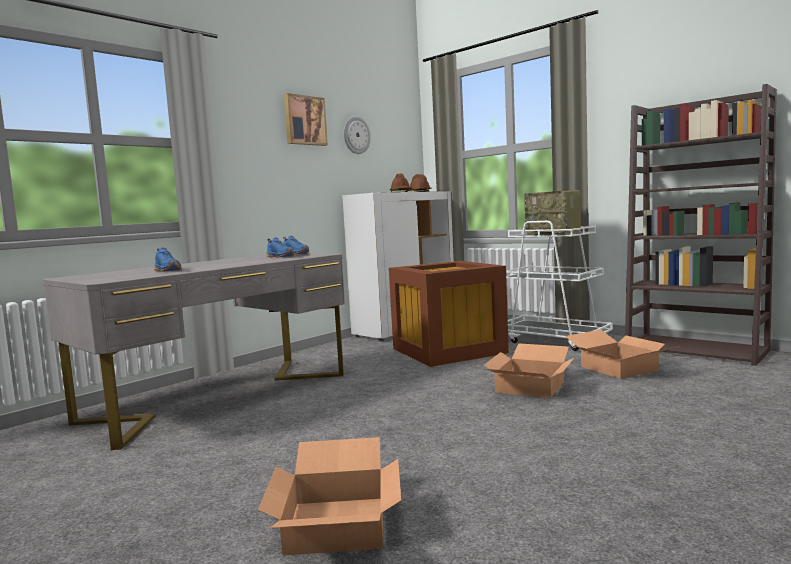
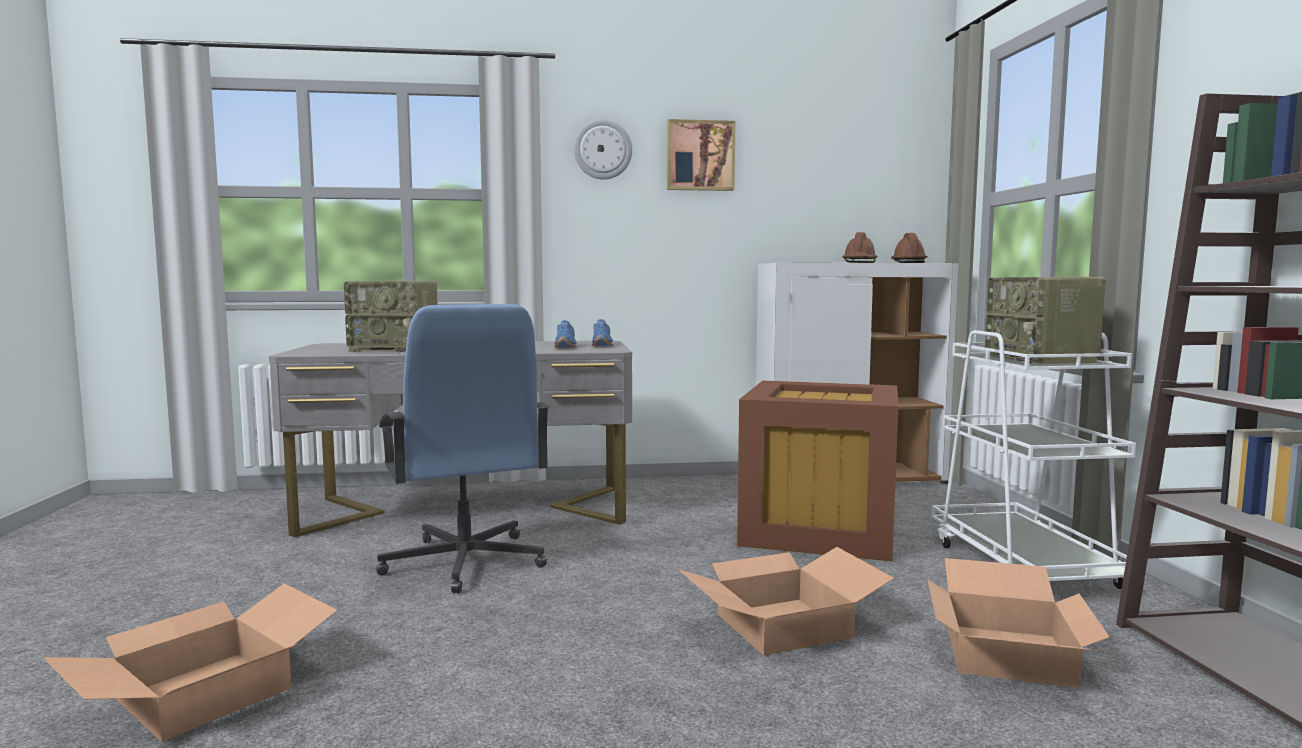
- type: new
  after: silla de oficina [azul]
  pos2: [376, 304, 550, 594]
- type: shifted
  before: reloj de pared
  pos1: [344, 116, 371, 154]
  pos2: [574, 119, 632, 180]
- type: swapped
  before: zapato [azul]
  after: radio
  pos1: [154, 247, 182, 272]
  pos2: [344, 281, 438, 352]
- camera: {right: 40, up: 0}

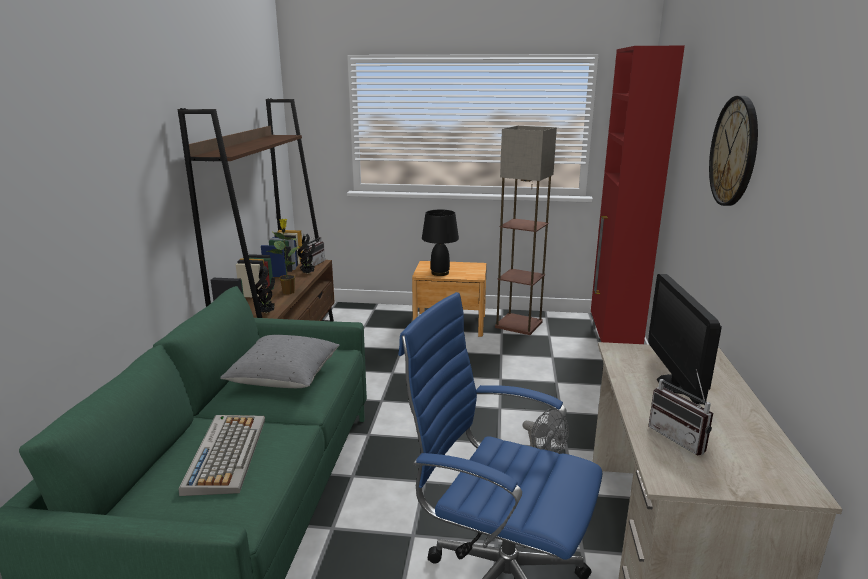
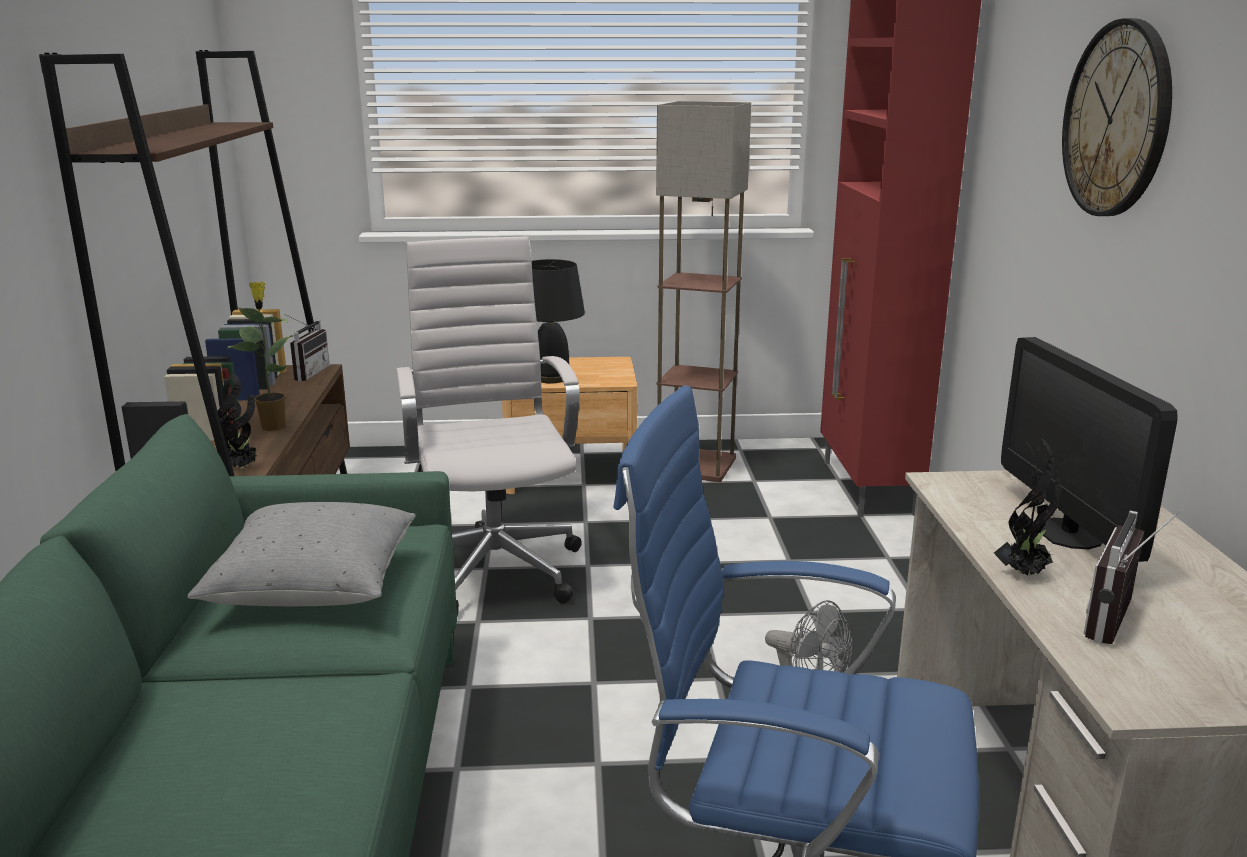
- type: gone
  before: teclado
  pos1: [178, 415, 265, 496]
- type: new
  after: silla de oficina [blanco]
  pos2: [396, 236, 582, 617]
- type: shifted
  before: planta en maceta
  pos1: [297, 234, 315, 274]
  pos2: [994, 437, 1061, 576]
- type: rotated
  before: radio
  pos1: [648, 369, 713, 455]
  pos2: [1083, 510, 1181, 644]
  turn: 75
- camera: {right: -10, up: 0}

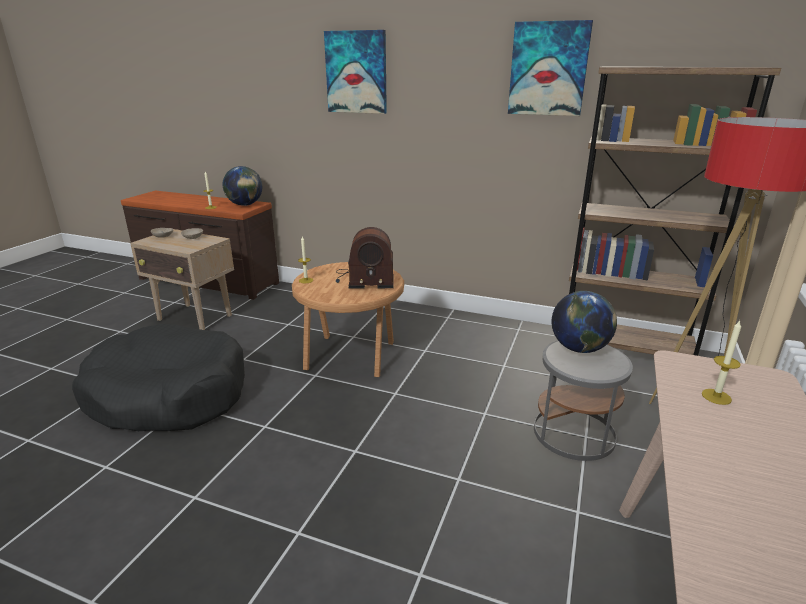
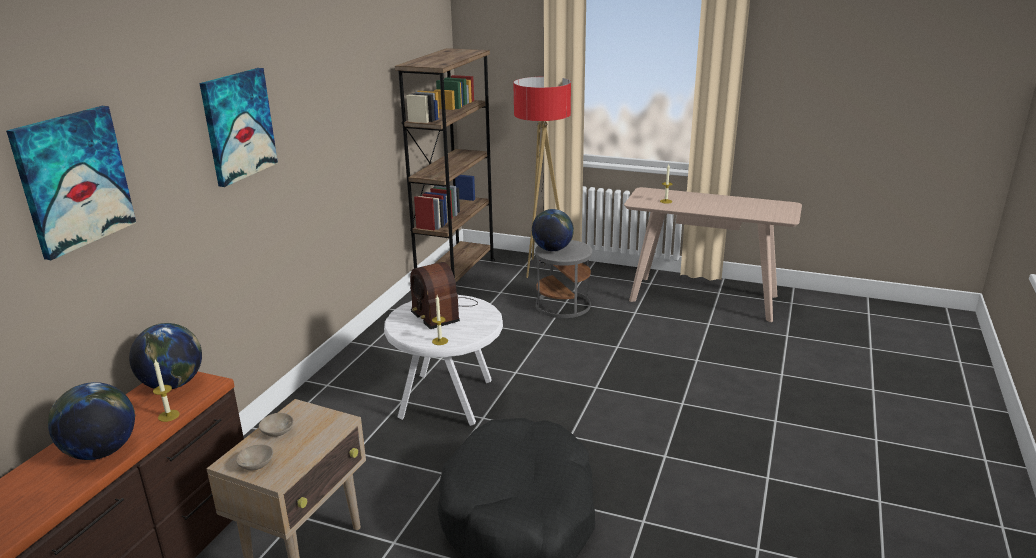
- type: new
  after: globo terráqueo
  pos2: [48, 382, 135, 460]
- type: shifted
  before: cuadro
  pos1: [508, 20, 593, 116]
  pos2: [6, 106, 136, 260]
- type: repainted
  before: mesa auxiliar [marrón]
  after: mesa auxiliar [blanco]
  pos1: [292, 262, 404, 377]
  pos2: [384, 295, 503, 426]
- type: rotated
  before: radio
  pos1: [336, 227, 393, 289]
  pos2: [410, 262, 478, 329]
  turn: 150
- camera: {right: -90, up: 0}

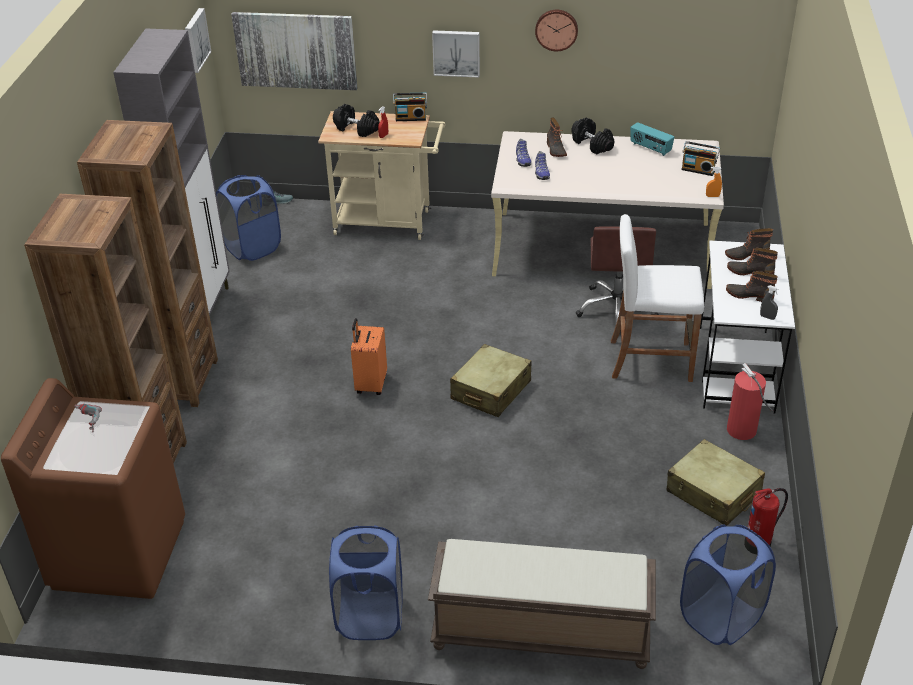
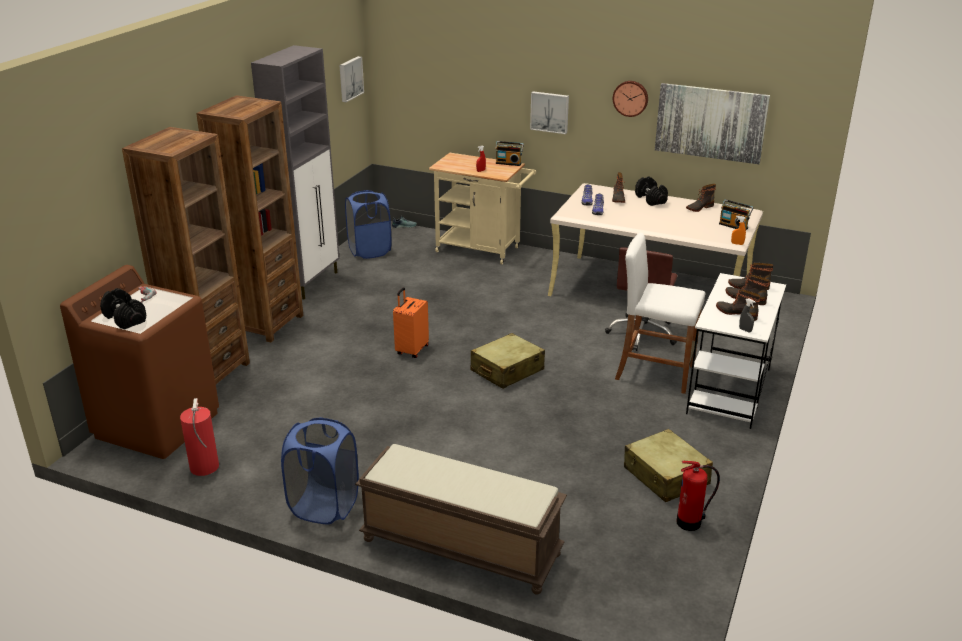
- type: gone
  before: cesto de la ropa [azul]
  pos1: [680, 525, 776, 645]
- type: shifted
  before: cuadro
  pos1: [231, 12, 357, 90]
  pos2: [655, 83, 770, 164]
- type: shifted
  before: mancuerna [negro]
  pos1: [333, 104, 379, 137]
  pos2: [100, 288, 146, 330]
- type: shifted
  before: extintor
  pos1: [727, 363, 774, 440]
  pos2: [180, 398, 219, 476]
- type: swapped
  before: radio
  after: bota
  pos1: [630, 122, 674, 156]
  pos2: [686, 184, 716, 212]
- camera: {right: 15, up: -10}

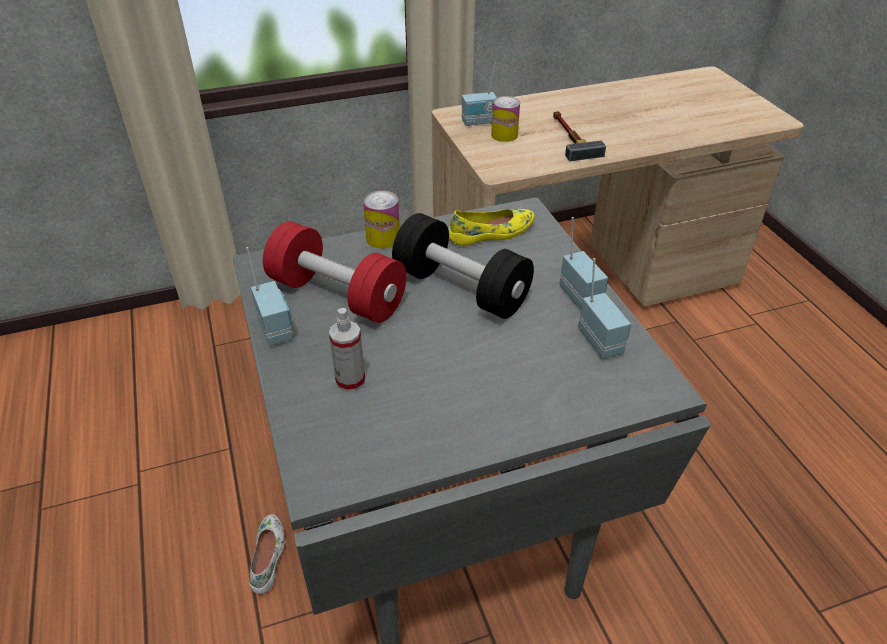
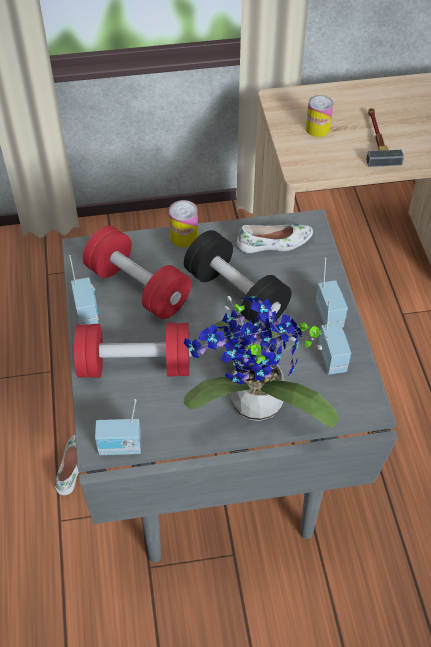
- type: new
  after: planta en maceta
  pos2: [184, 296, 338, 427]
- type: shifted
  before: radio
  pos1: [462, 63, 497, 126]
  pos2: [95, 399, 141, 455]
- type: swapped
  before: pulverizador
  after: mancuerna [rojo]
  pos1: [329, 308, 365, 392]
  pos2: [74, 323, 192, 378]
- type: repainted
  before: zapato [amarillo]
  after: zapato [blanco]
  pos1: [449, 209, 535, 246]
  pos2: [237, 224, 313, 253]
- camera: {right: 10, up: 10}

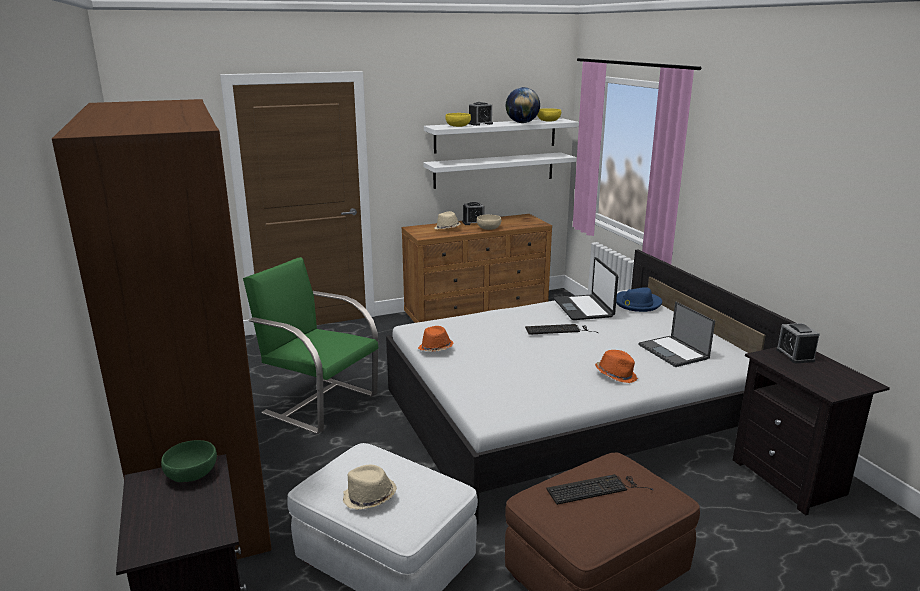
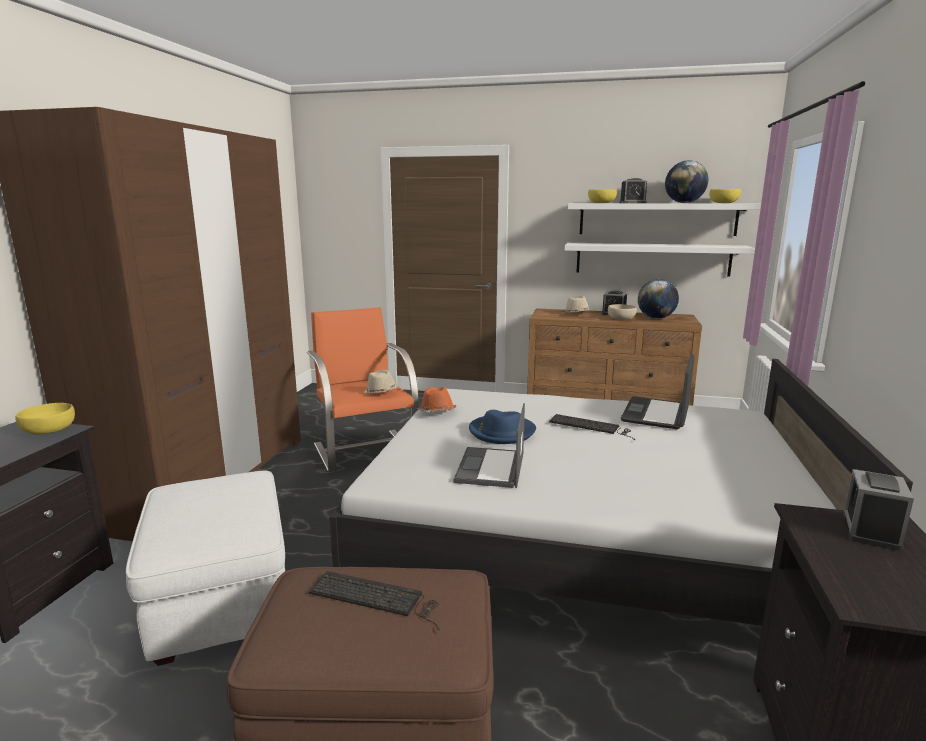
- type: gone
  before: sombrero [naranja]
  pos1: [595, 350, 638, 383]
- type: new
  after: globo terráqueo
  pos2: [638, 279, 679, 319]
- type: shifted
  before: sombrero [beis]
  pos1: [343, 465, 397, 510]
  pos2: [363, 370, 398, 394]
- type: shifted
  before: sombrero [azul]
  pos1: [616, 287, 662, 312]
  pos2: [469, 410, 536, 444]
- type: shifted
  before: portátil
  pos1: [639, 301, 715, 367]
  pos2: [454, 403, 525, 488]
- type: repainted
  before: cuenco [verde]
  after: cuenco [amarillo]
  pos1: [161, 440, 217, 482]
  pos2: [16, 403, 75, 435]
- type: repainted
  before: sillón [verde]
  after: sillón [naranja]
  pos1: [243, 257, 378, 434]
  pos2: [307, 307, 418, 472]
- camera: {right: 35, up: -5}

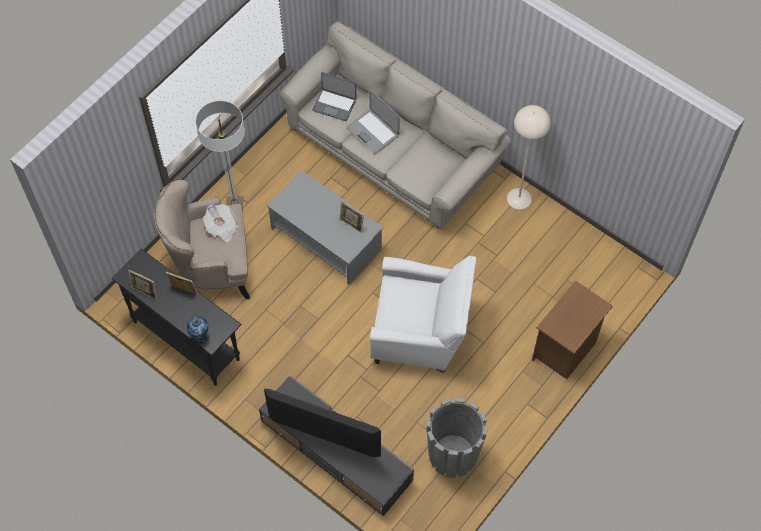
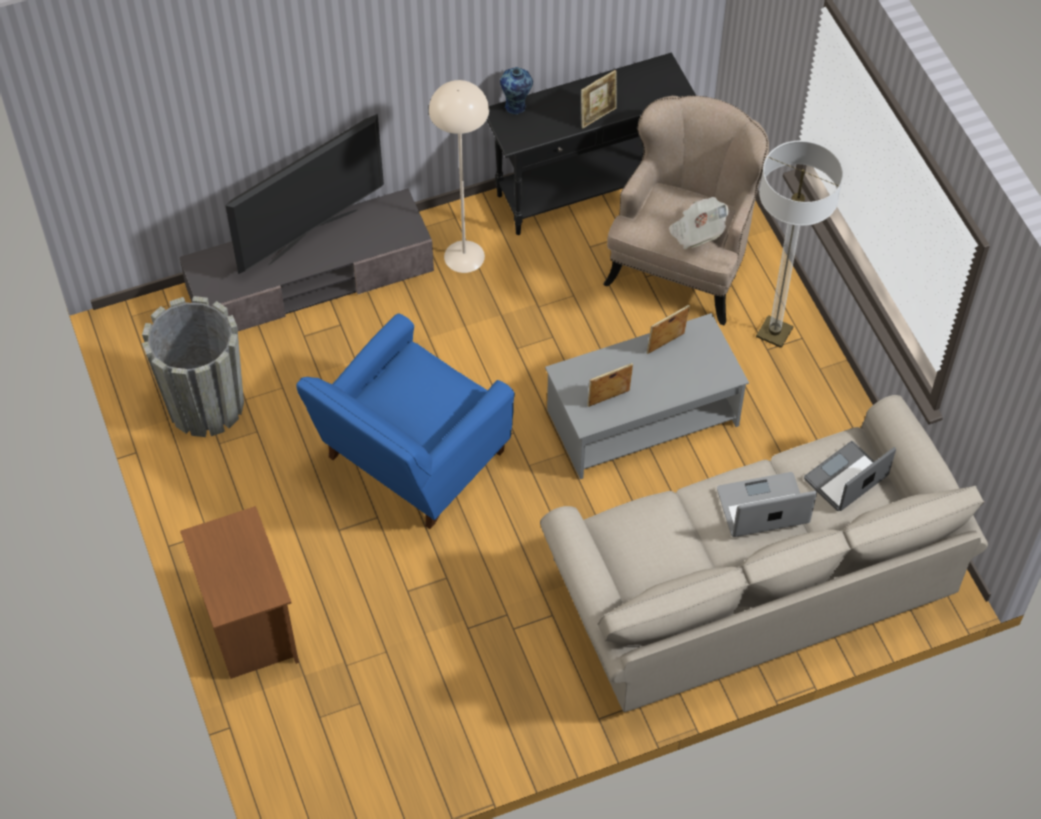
- type: shifted
  before: portarretratos
  pos1: [128, 270, 157, 300]
  pos2: [647, 305, 690, 354]
- type: shifted
  before: lámpara de pie [beis]
  pos1: [507, 105, 551, 209]
  pos2: [429, 80, 489, 273]
- type: repainted
  before: sillón [blanco]
  after: sillón [azul]
  pos1: [370, 256, 476, 373]
  pos2: [296, 313, 515, 529]
- camera: {right: 120, up: -5}

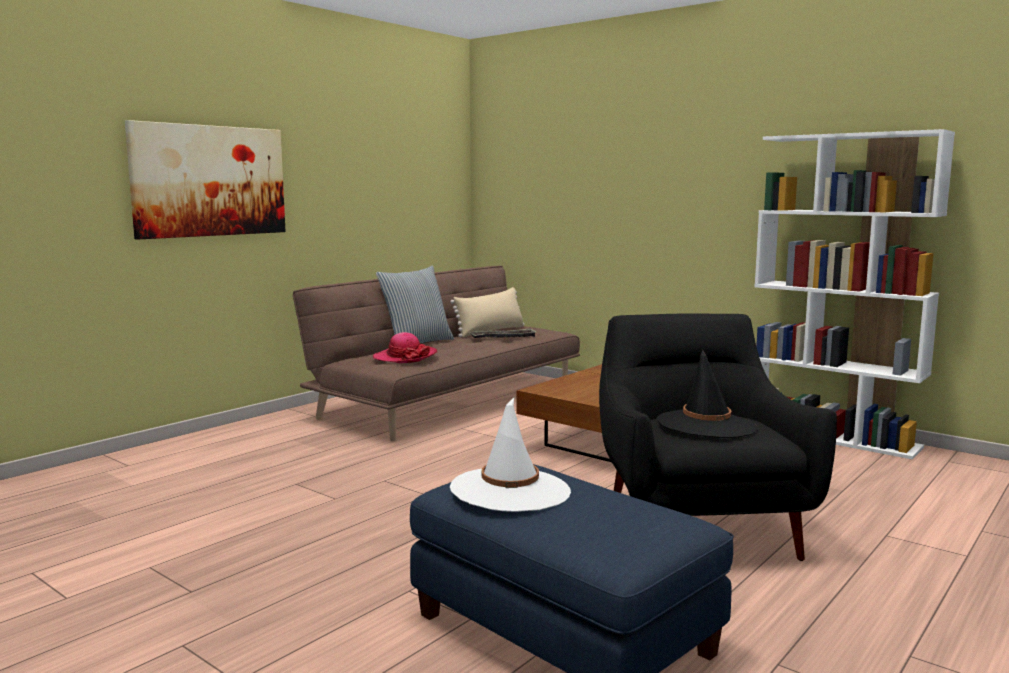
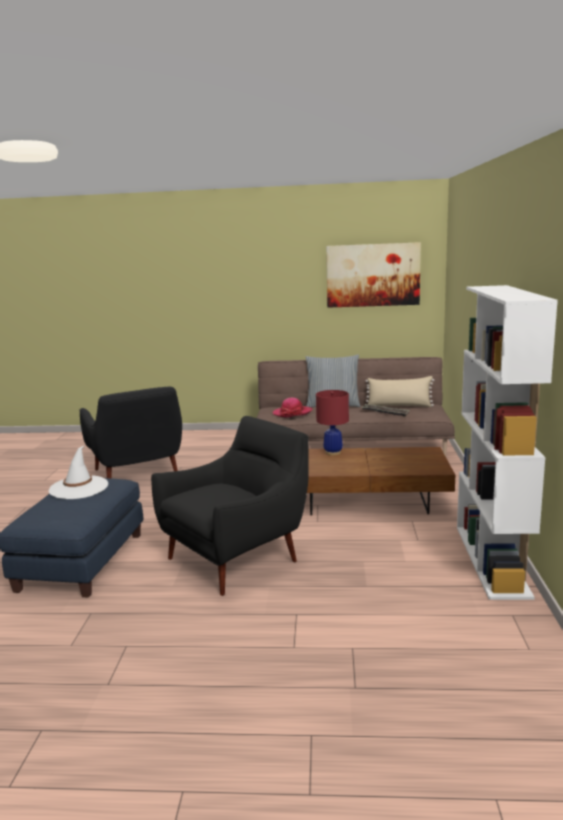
- type: gone
  before: sombrero [negro]
  pos1: [656, 350, 758, 438]
- type: new
  after: sillón [negro]
  pos2: [80, 387, 182, 478]
- type: new
  after: lámpara de mesa [rojo]
  pos2: [316, 390, 349, 456]
- type: shifted
  before: cuadro
  pos1: [125, 120, 286, 240]
  pos2: [326, 242, 421, 308]
- camera: {right: 55, up: 5}

